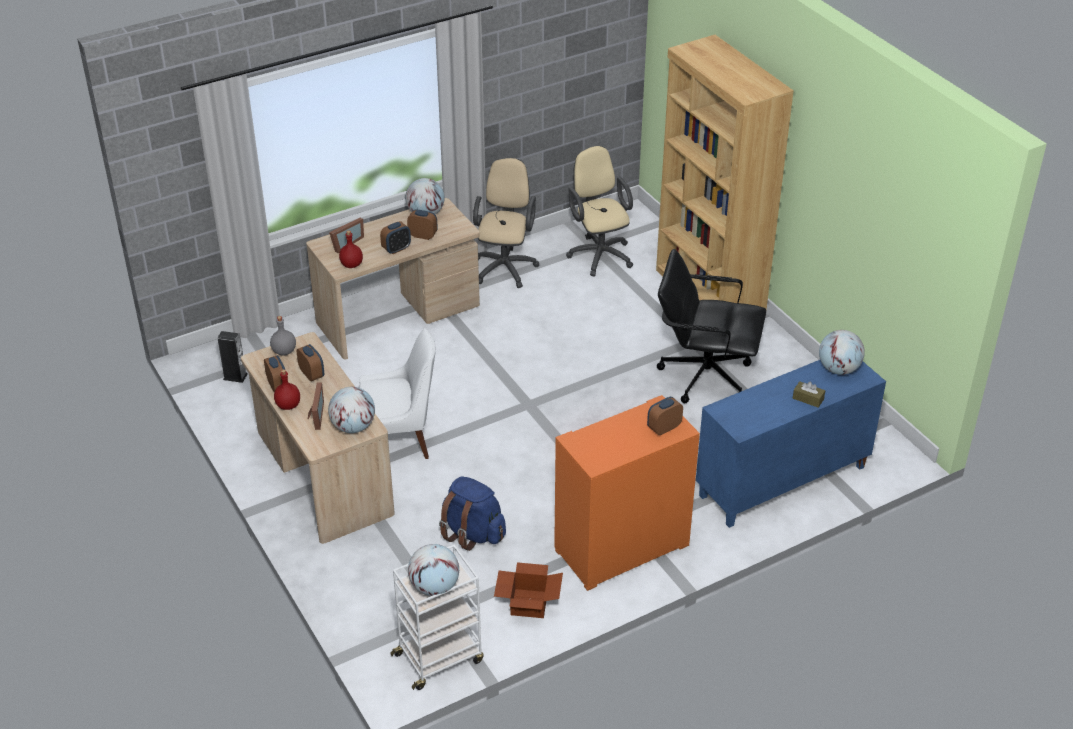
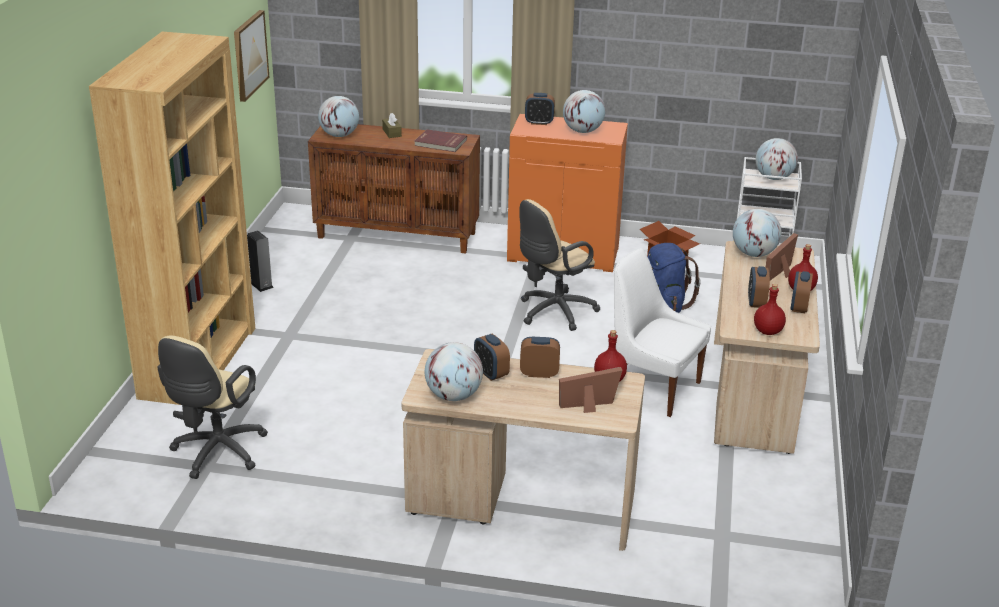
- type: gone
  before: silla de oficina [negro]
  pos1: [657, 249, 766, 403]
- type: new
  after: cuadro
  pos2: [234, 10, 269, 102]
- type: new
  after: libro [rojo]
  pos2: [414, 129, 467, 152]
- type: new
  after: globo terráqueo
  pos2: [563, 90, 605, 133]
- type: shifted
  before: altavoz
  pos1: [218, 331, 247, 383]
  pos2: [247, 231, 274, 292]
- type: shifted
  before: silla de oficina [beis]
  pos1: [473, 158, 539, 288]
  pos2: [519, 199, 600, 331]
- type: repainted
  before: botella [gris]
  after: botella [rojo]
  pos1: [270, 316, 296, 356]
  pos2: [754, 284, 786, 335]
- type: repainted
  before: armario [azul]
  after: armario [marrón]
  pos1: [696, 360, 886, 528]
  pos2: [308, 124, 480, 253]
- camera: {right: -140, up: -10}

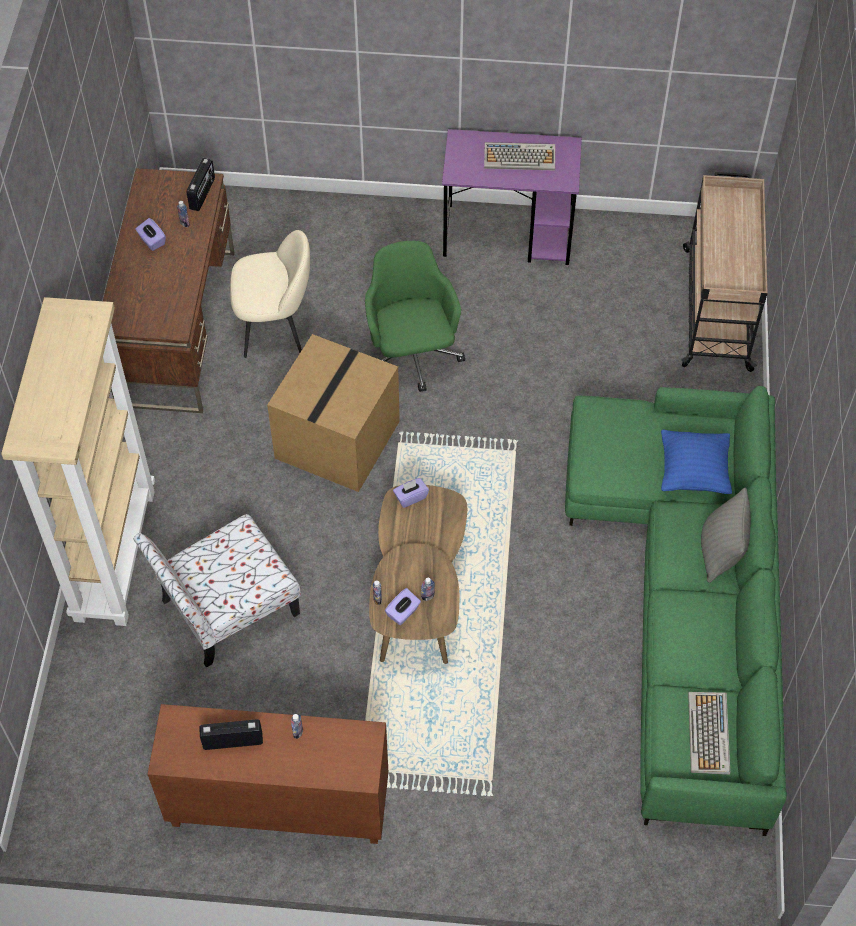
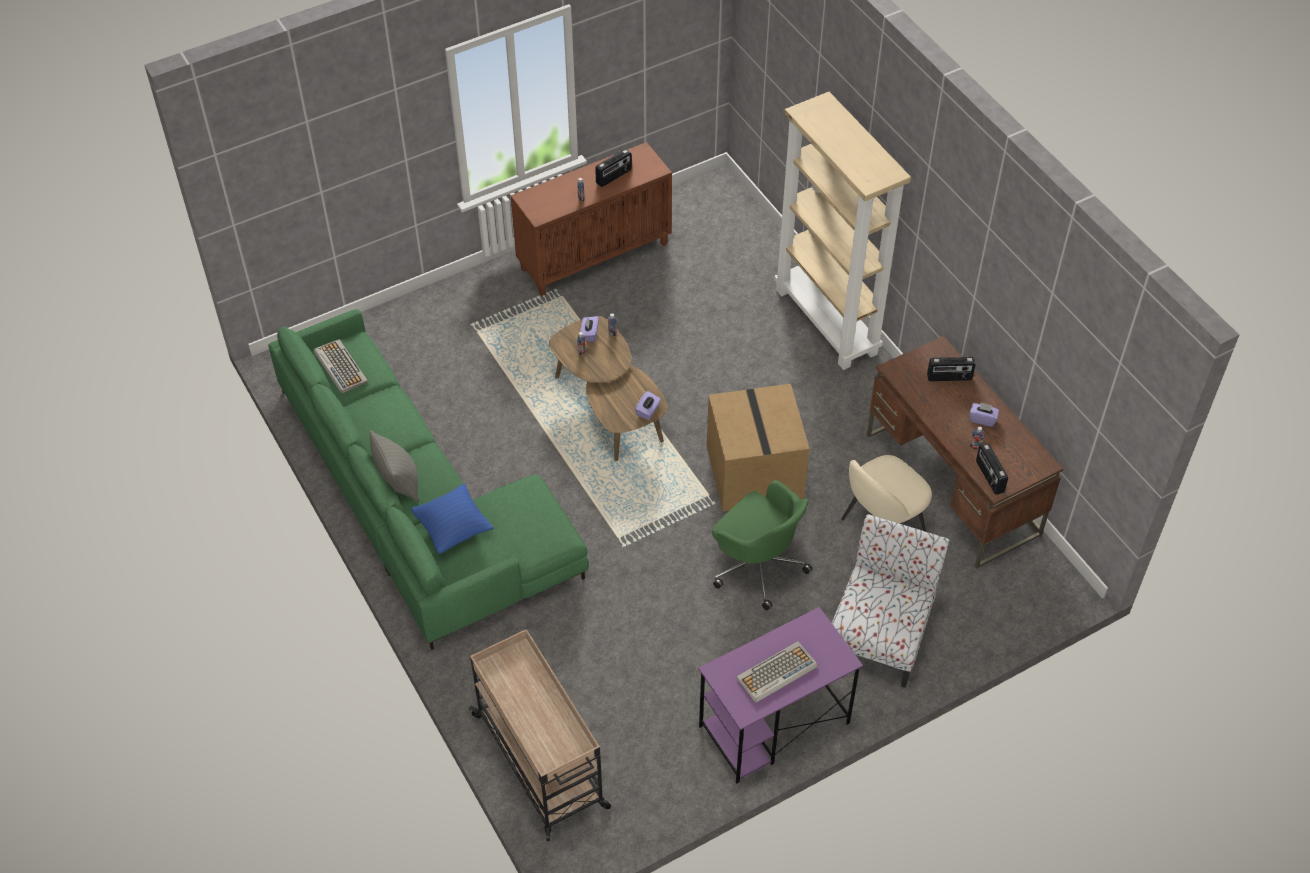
- type: new
  after: radio
  pos2: [927, 357, 975, 381]
- type: shifted
  before: silla
  pos1: [133, 514, 301, 667]
  pos2: [832, 514, 950, 688]
- camera: {right: 145, up: -5}

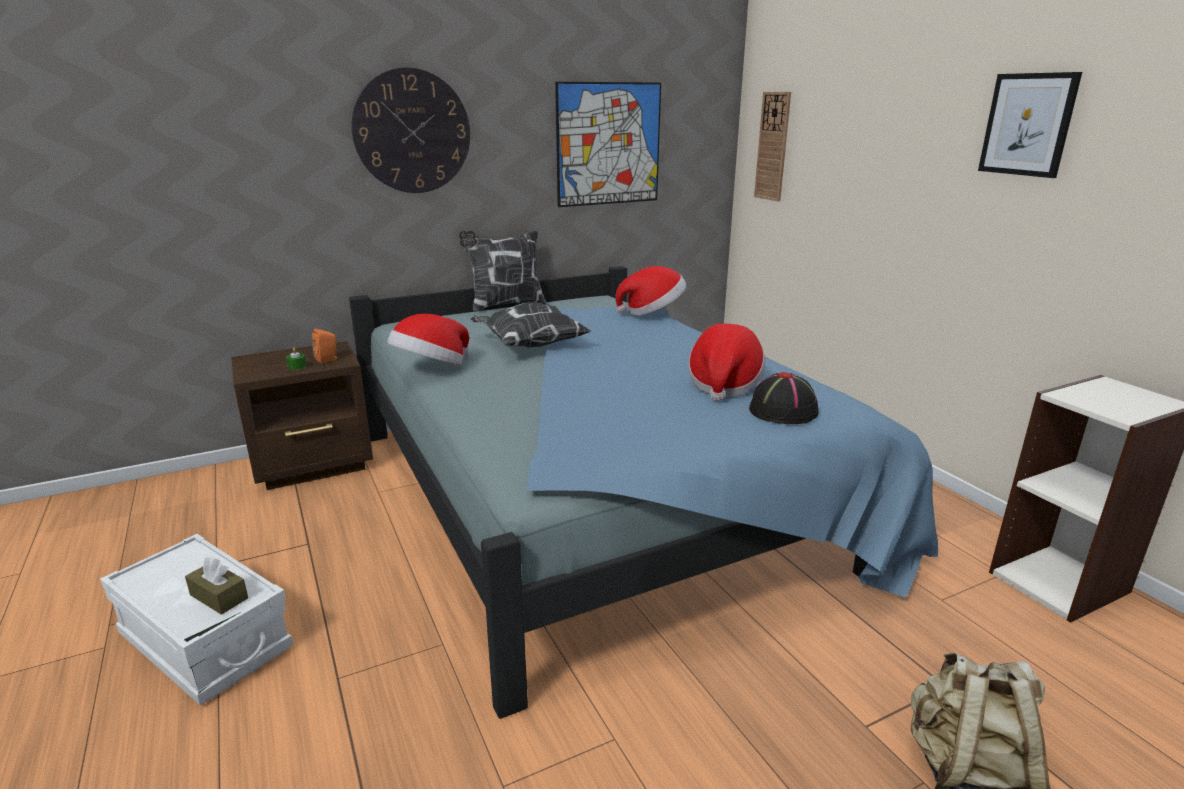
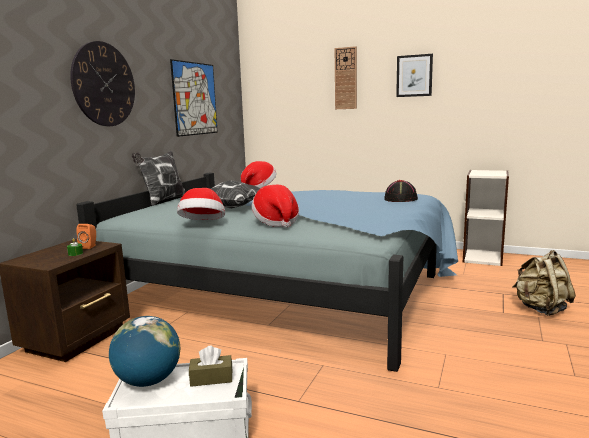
- type: new
  after: globo terráqueo
  pos2: [109, 316, 180, 387]
- type: shifted
  before: sombrero
  pos1: [688, 324, 765, 401]
  pos2: [252, 185, 299, 228]
- type: shifted
  before: reloj de pared
  pos1: [754, 92, 791, 201]
  pos2: [335, 46, 357, 109]
- camera: {right: -40, up: -10}

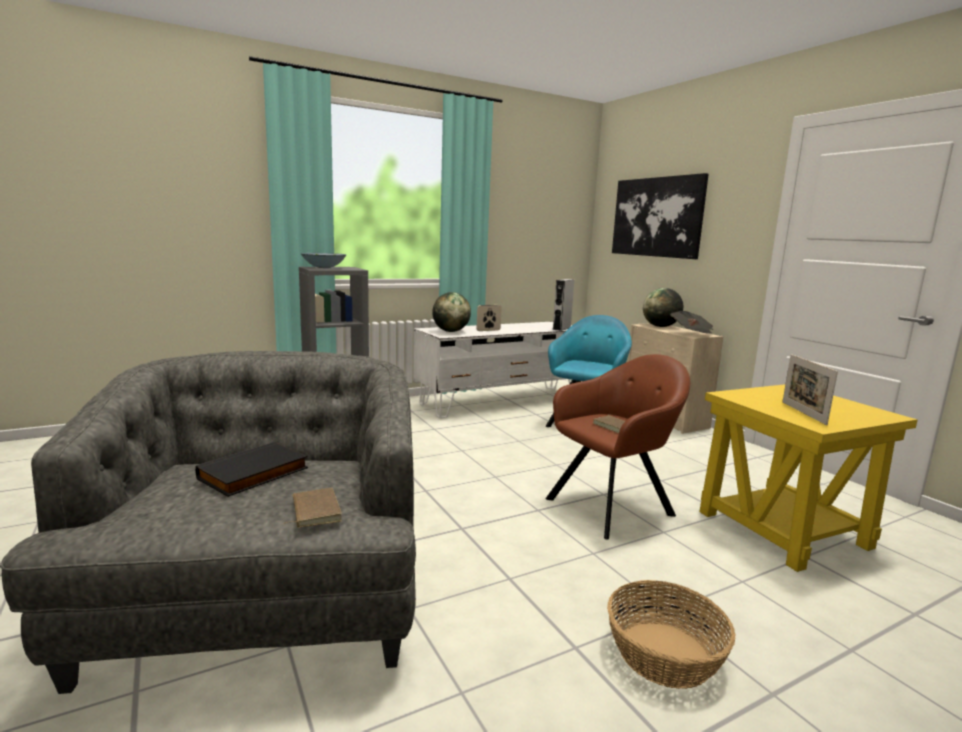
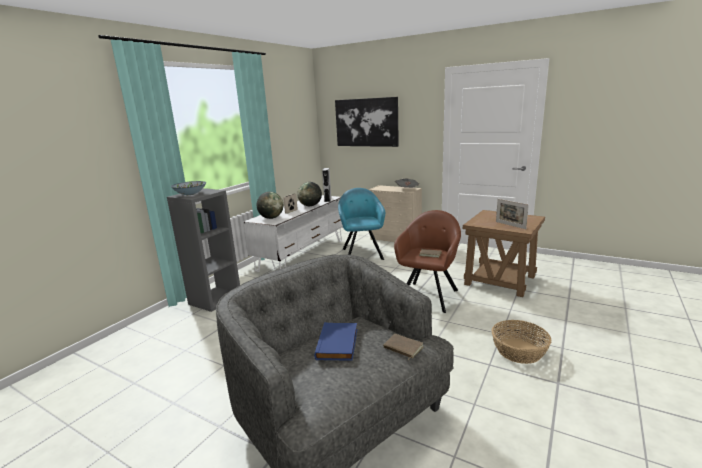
- type: shifted
  before: globo terráqueo
  pos1: [643, 288, 683, 327]
  pos2: [297, 182, 322, 206]
- type: repainted
  before: libro [negro]
  after: libro [azul]
  pos1: [195, 442, 308, 497]
  pos2: [314, 322, 357, 361]
- type: repainted
  before: mesa auxiliar [amarillo]
  after: mesa auxiliar [marrón]
  pos1: [699, 384, 918, 572]
  pos2: [463, 210, 545, 297]
- camera: {right: -30, up: 5}

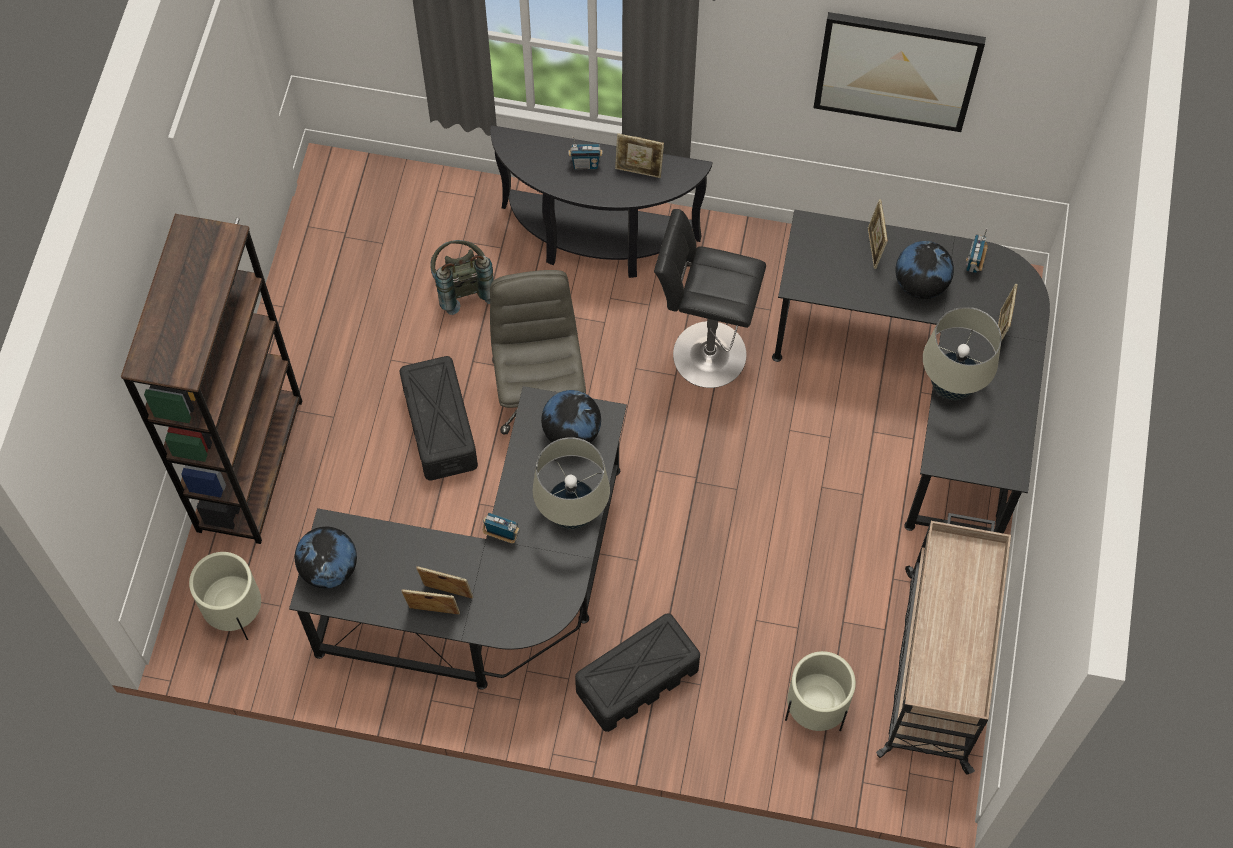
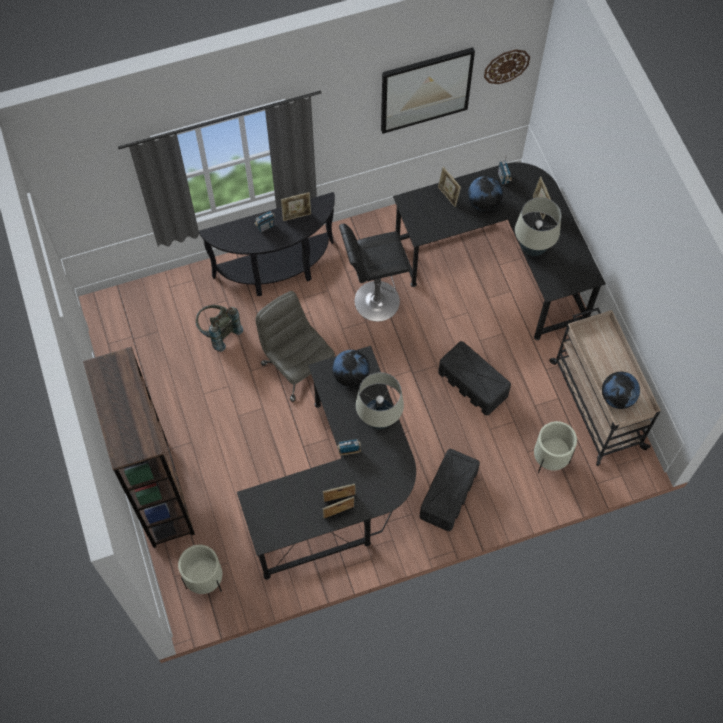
- type: new
  after: reloj de pared
  pos2: [484, 49, 530, 84]
- type: shifted
  before: globo terráqueo
  pos1: [295, 527, 357, 588]
  pos2: [602, 372, 640, 409]
- type: shifted
  before: caja de almacenaje [negro]
  pos1: [400, 356, 478, 481]
  pos2: [438, 341, 511, 415]
- camera: {right: -30, up: 0}

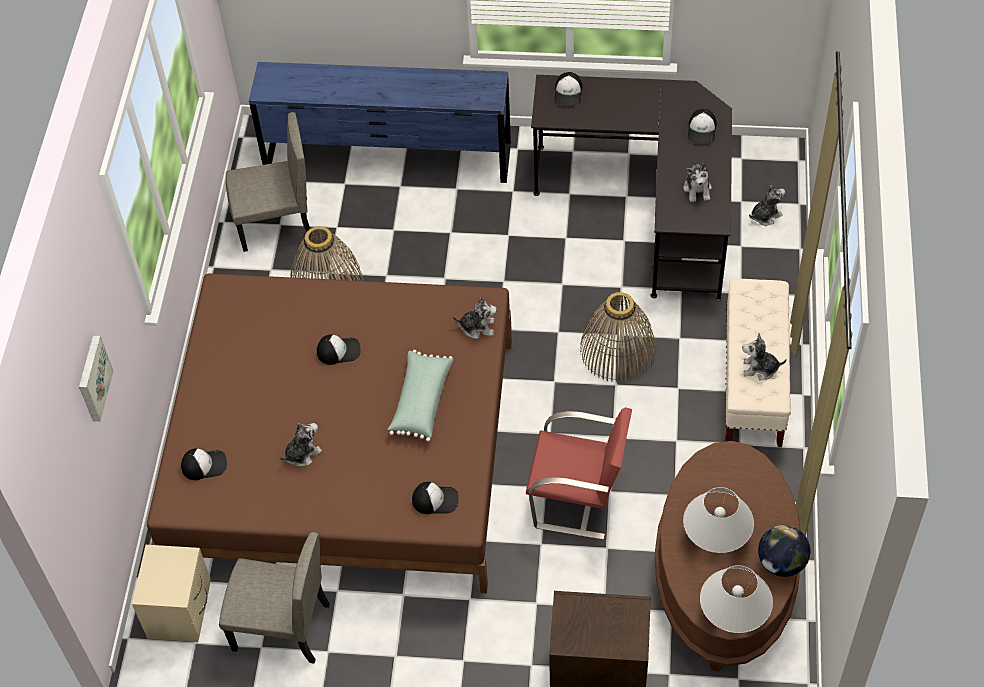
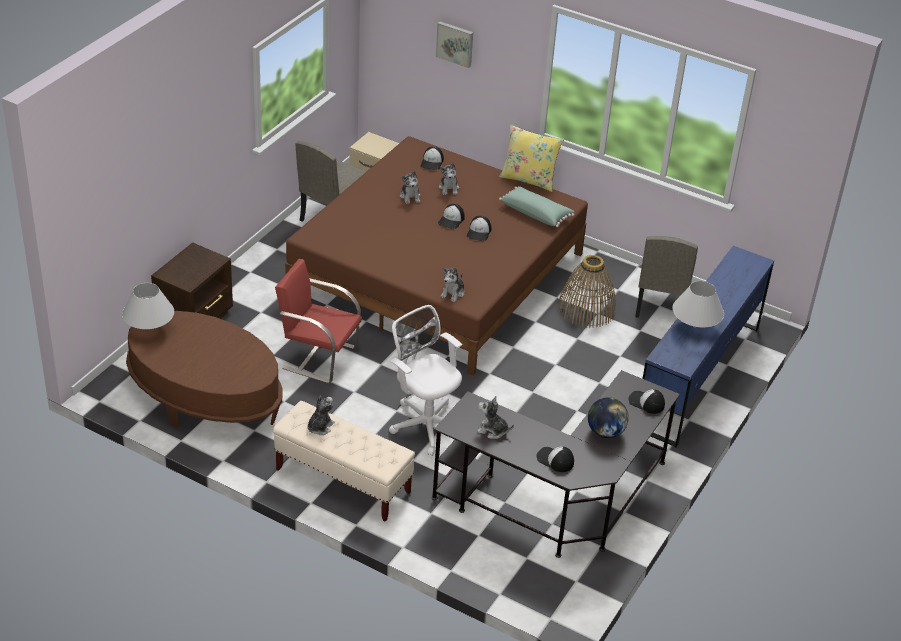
- type: new
  after: cojín [amarillo]
  pos2: [499, 124, 564, 192]
- type: shifted
  before: cojín [verde]
  pos1: [388, 350, 453, 442]
  pos2: [499, 186, 574, 227]
- type: shifted
  before: gorra
  pos1: [412, 482, 459, 514]
  pos2: [438, 204, 465, 229]
- type: shifted
  before: lámpara de mesa [blanco]
  pos1: [683, 487, 754, 553]
  pos2: [672, 281, 724, 327]
- type: shifted
  before: peluche
  pos1: [749, 185, 785, 226]
  pos2: [439, 163, 459, 195]
- type: shifted
  before: globo terráqueo
  pos1: [758, 525, 810, 577]
  pos2: [588, 397, 629, 438]
- type: swapped
  before: cesta
  after: silla de oficina [blanco]
  pos1: [580, 292, 656, 383]
  pos2: [389, 305, 462, 456]
- type: rotated
  before: silla [rojo]
  pos1: [526, 407, 632, 540]
  pos2: [275, 259, 362, 384]
  turn: 75
- camera: {right: 110, up: -15}

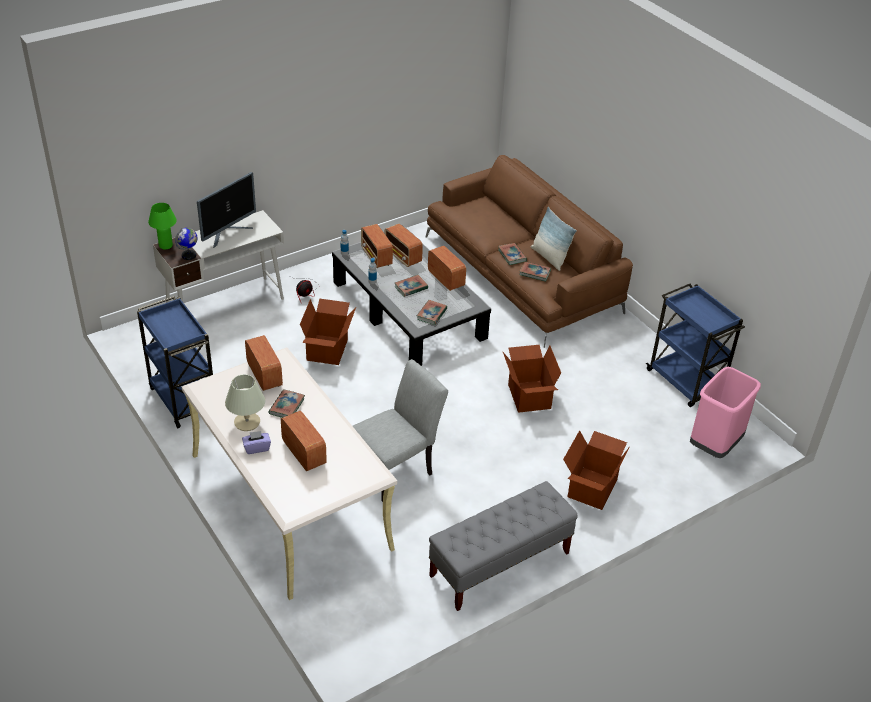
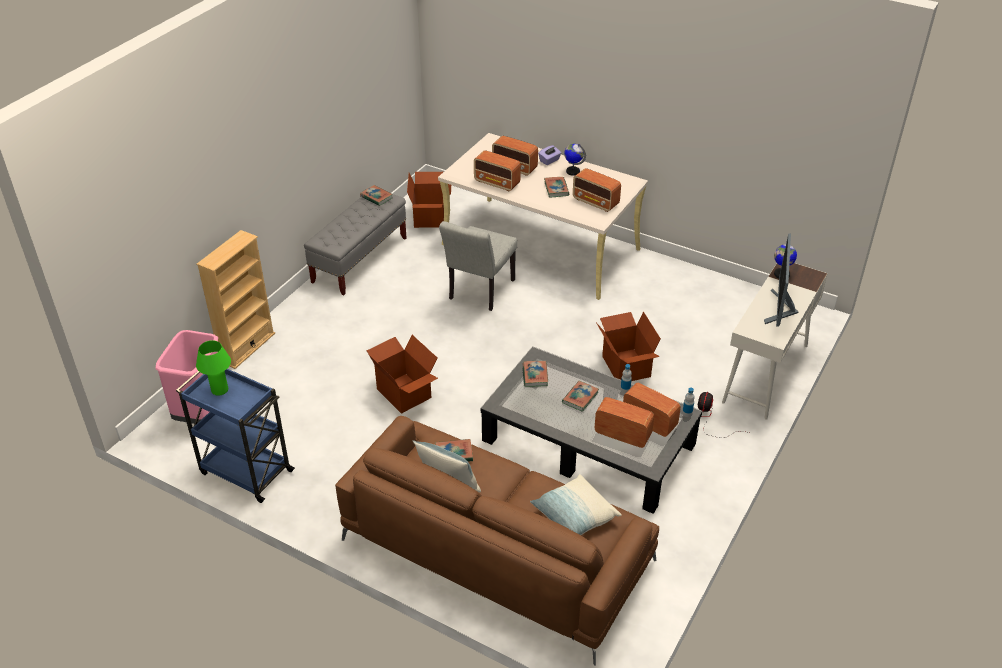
- type: gone
  before: carrito [azul]
  pos1: [137, 296, 213, 428]
- type: new
  after: estantería [beis]
  pos2: [197, 230, 275, 369]
- type: new
  after: cojín
  pos2: [530, 474, 622, 535]
- type: shifted
  before: lámpara de mesa [verde]
  pos1: [148, 203, 177, 249]
  pos2: [196, 340, 231, 396]
- type: shifted
  before: radio
  pos1: [428, 246, 466, 291]
  pos2: [474, 150, 521, 191]
- type: shifted
  before: libro
  pos1: [498, 243, 527, 265]
  pos2: [360, 185, 393, 206]
- type: shifted
  before: caja de cartón
  pos1: [563, 430, 629, 510]
  pos2: [407, 172, 451, 228]
- type: swapped
  before: lámpara de mesa [beis]
  after: globo terráqueo
  pos1: [225, 374, 265, 431]
  pos2: [564, 144, 586, 176]
- camera: {right: 155, up: 0}

